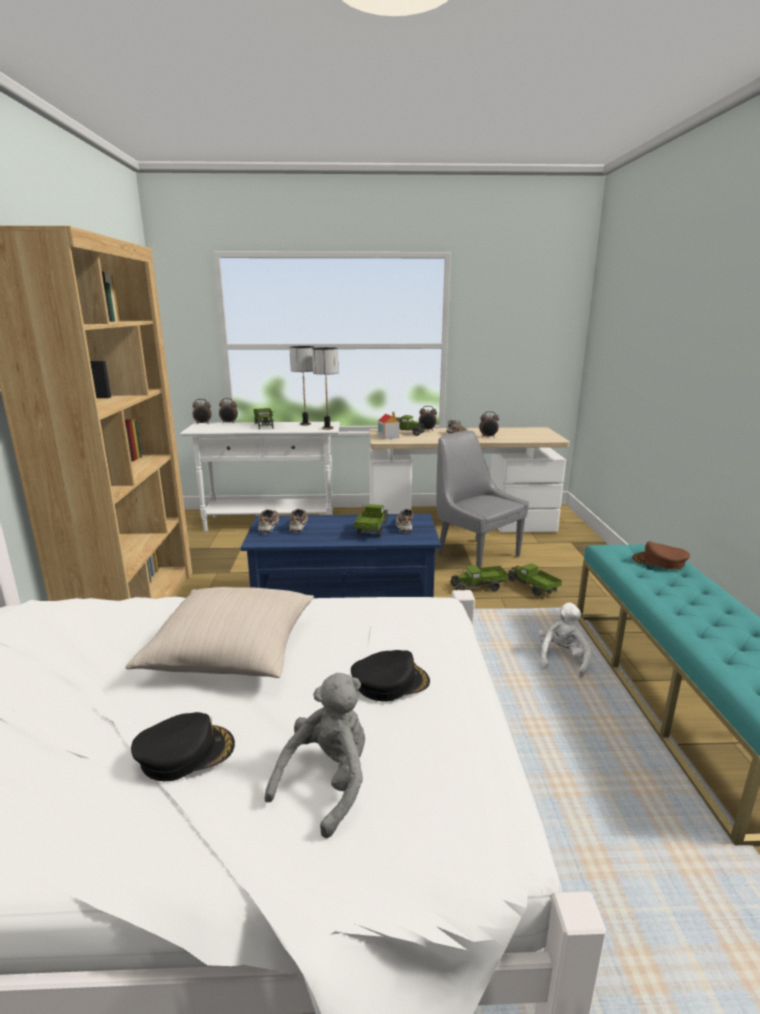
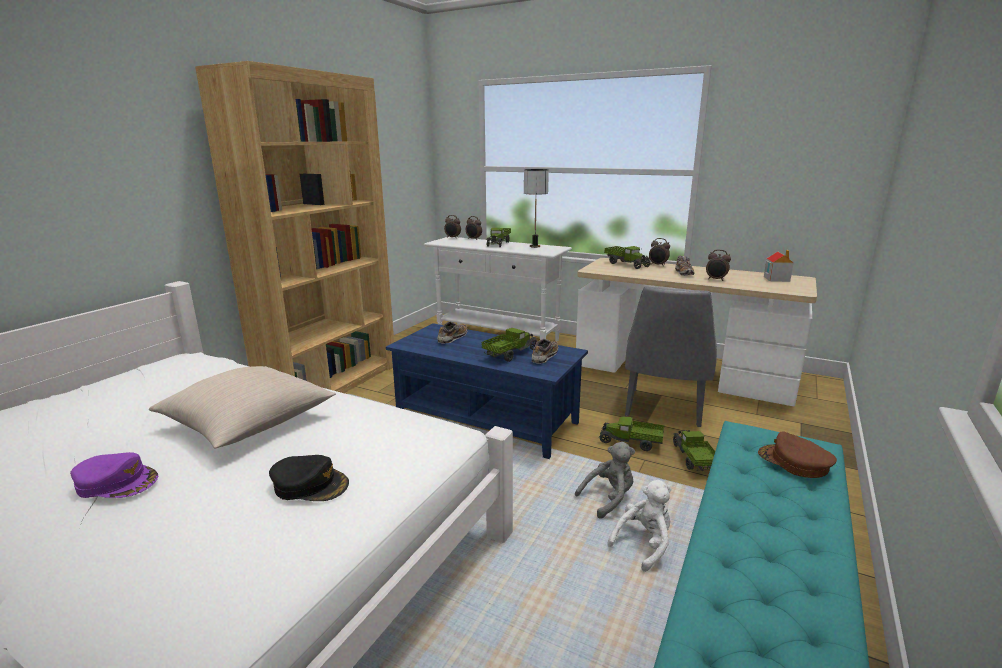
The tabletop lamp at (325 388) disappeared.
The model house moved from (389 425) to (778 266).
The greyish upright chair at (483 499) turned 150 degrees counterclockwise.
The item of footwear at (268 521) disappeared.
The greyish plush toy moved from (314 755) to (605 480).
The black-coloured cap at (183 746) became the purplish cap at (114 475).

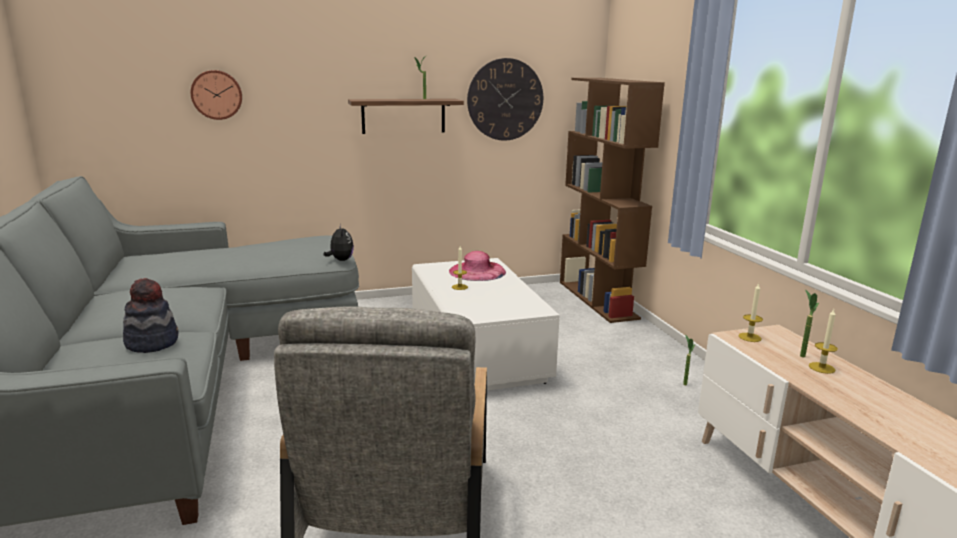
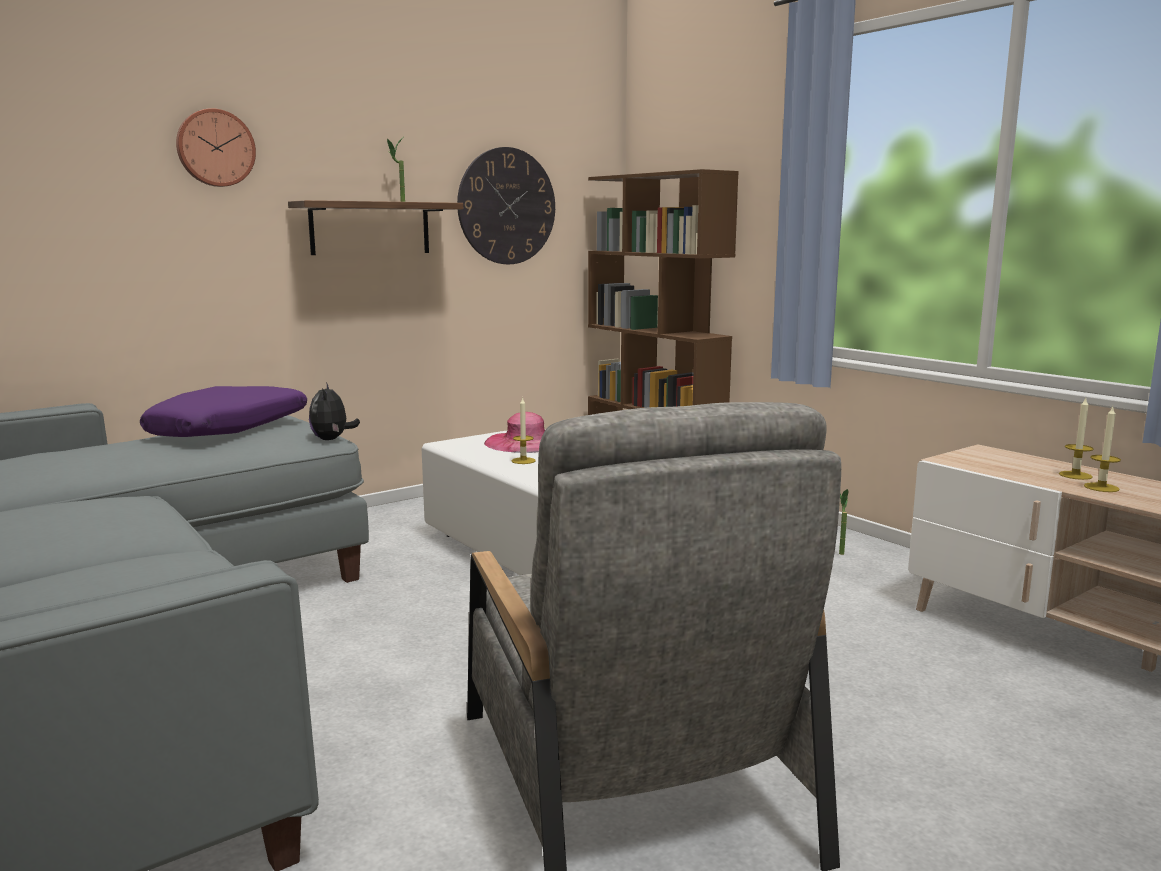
The wall clock moved from (216 95) to (216 147).
The plush toy at (339 242) turned 150 degrees counterclockwise.
The hat at (150 315) disappeared.
The candle moved from (750 312) to (1102 449).
The potted plant at (809 323) disappeared.
The purplish cushion at (223 411) appeared.

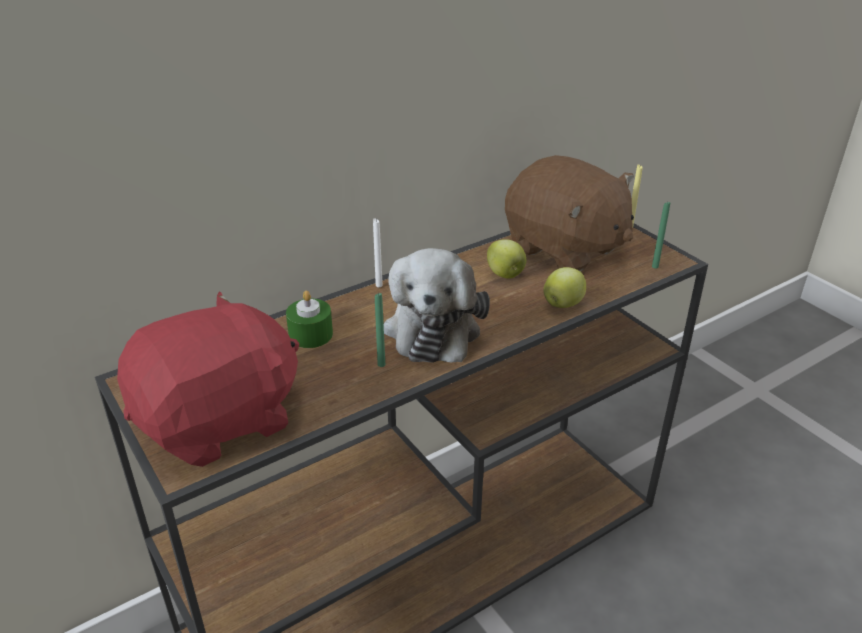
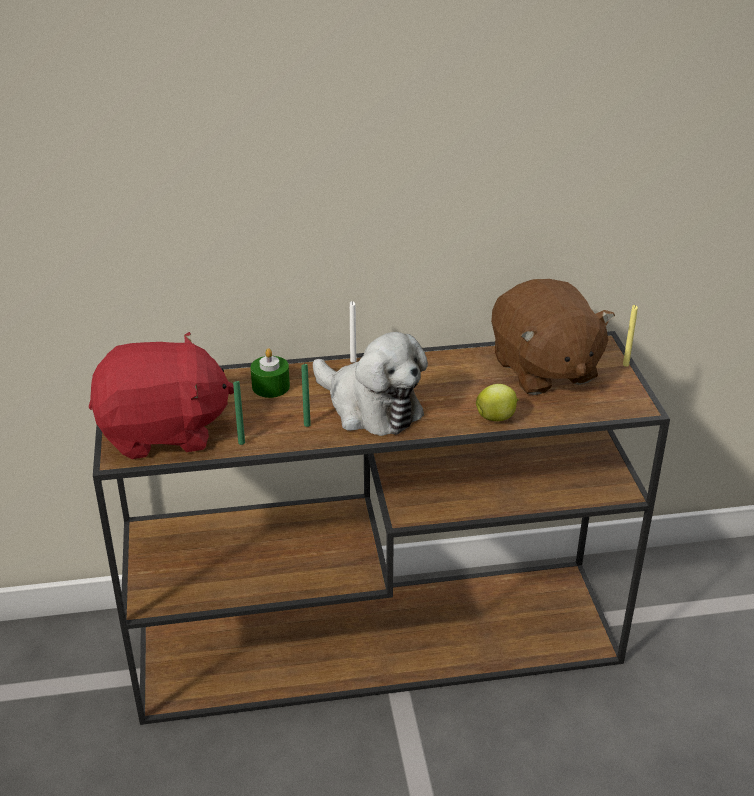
The greenish candle moved from (661 235) to (239 413).
The apple fruit at (506 259) disappeared.
The plush toy at (437 305) turned 75 degrees counterclockwise.

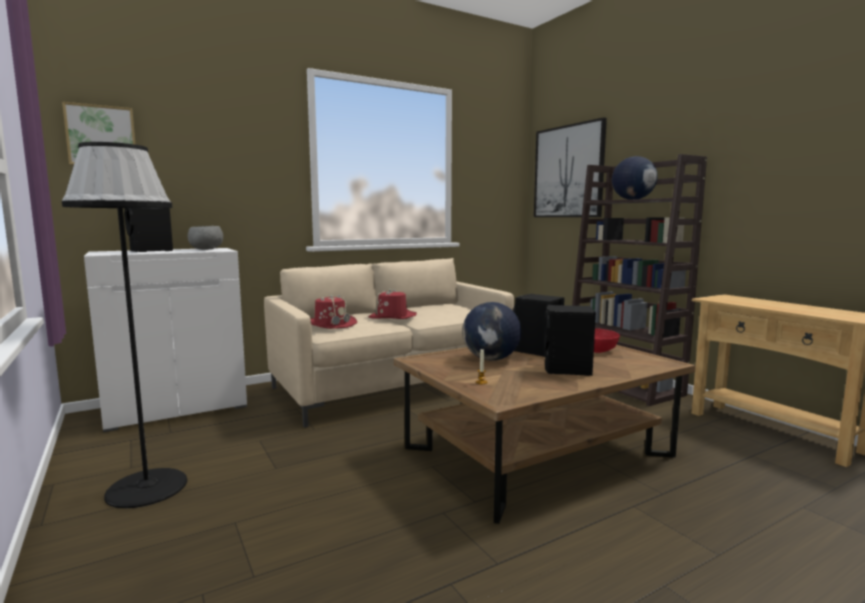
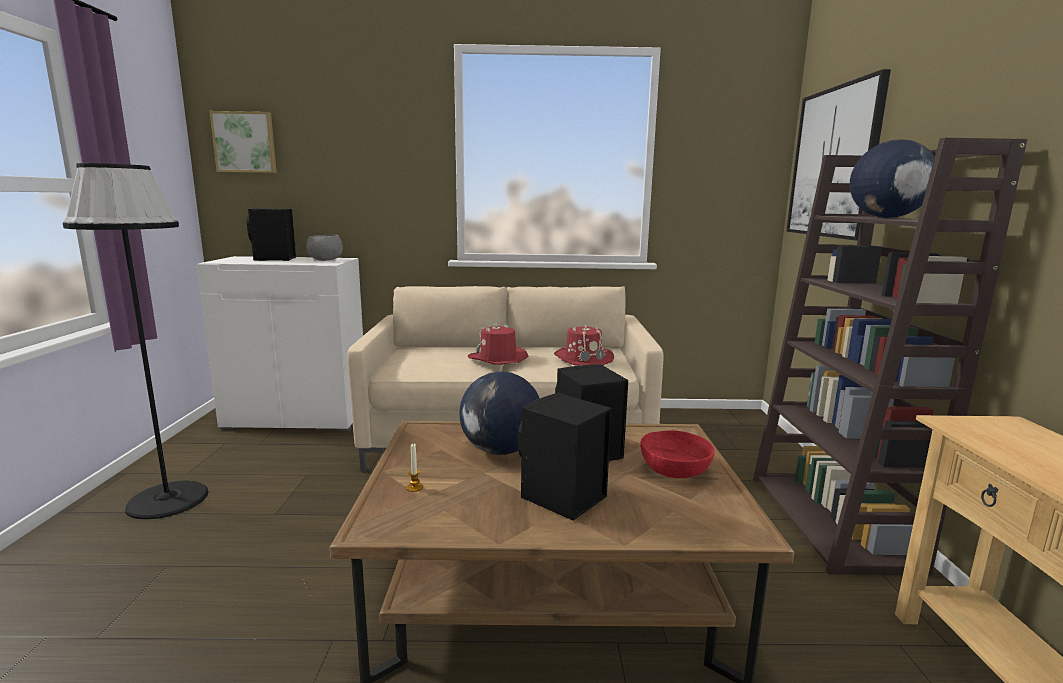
The reddish hat moved from (333 311) to (584 345).

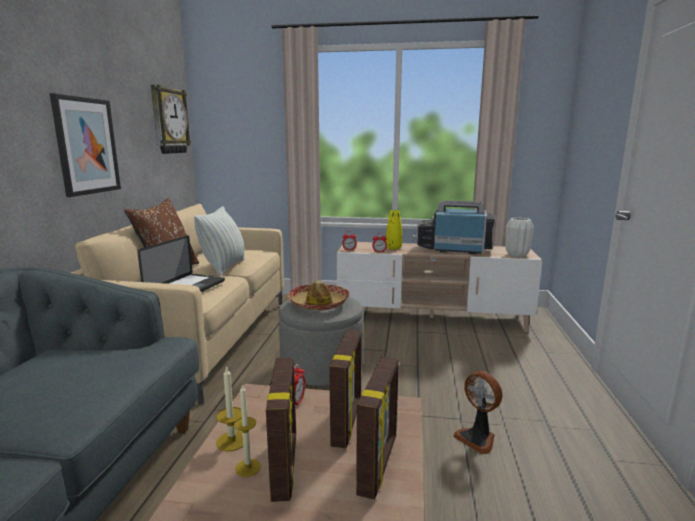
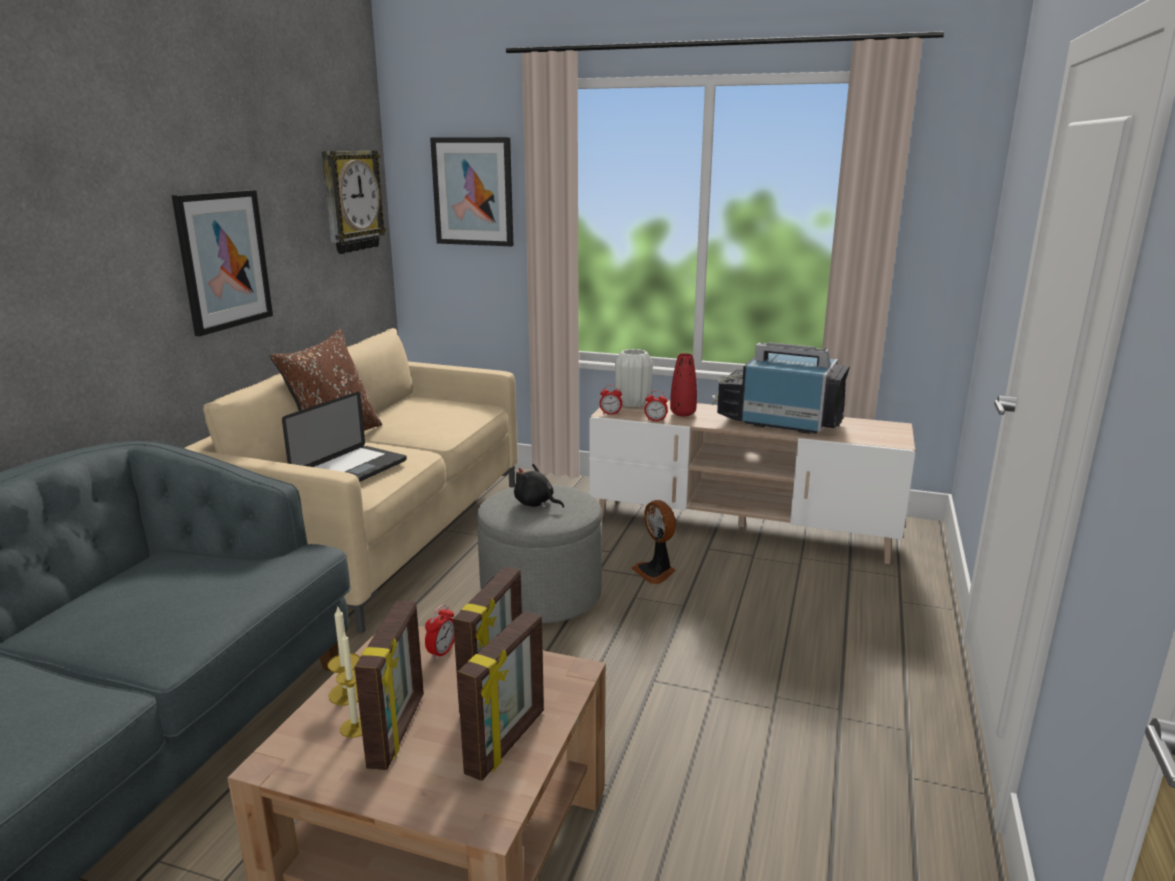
The cushion at (219 241) disappeared.
The yellow flower vase at (394 230) became the reddish flower vase at (683 384).
The white flower vase moved from (519 237) to (634 378).
The hat at (318 296) was replaced by the black-coloured plush toy at (539 486).
The cooling fan moved from (477 412) to (654 542).
The wall art at (471 191) appeared.

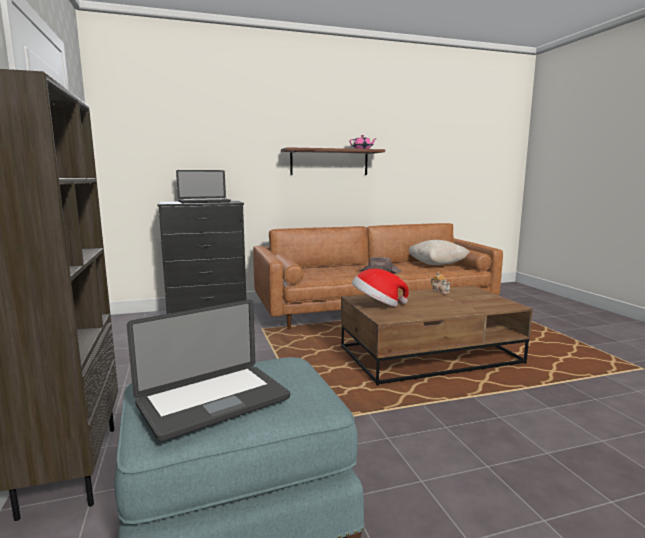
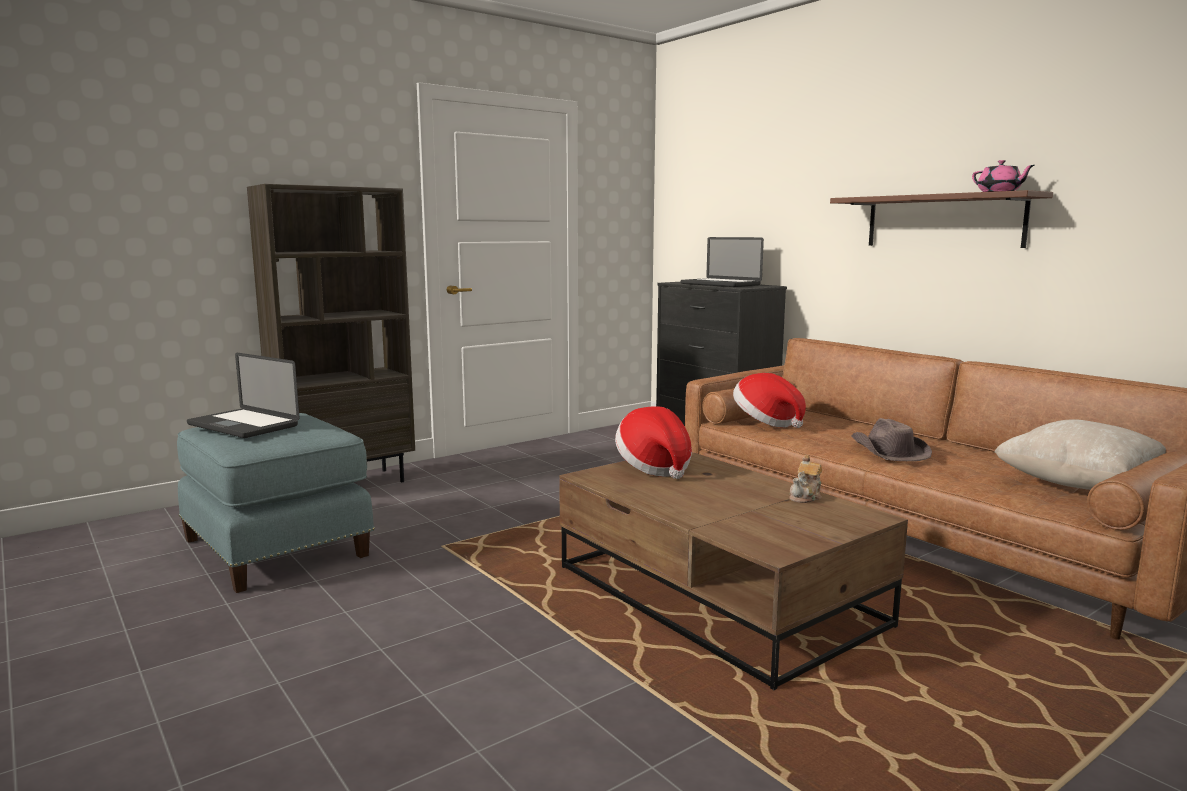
The hat at (769 400) appeared.

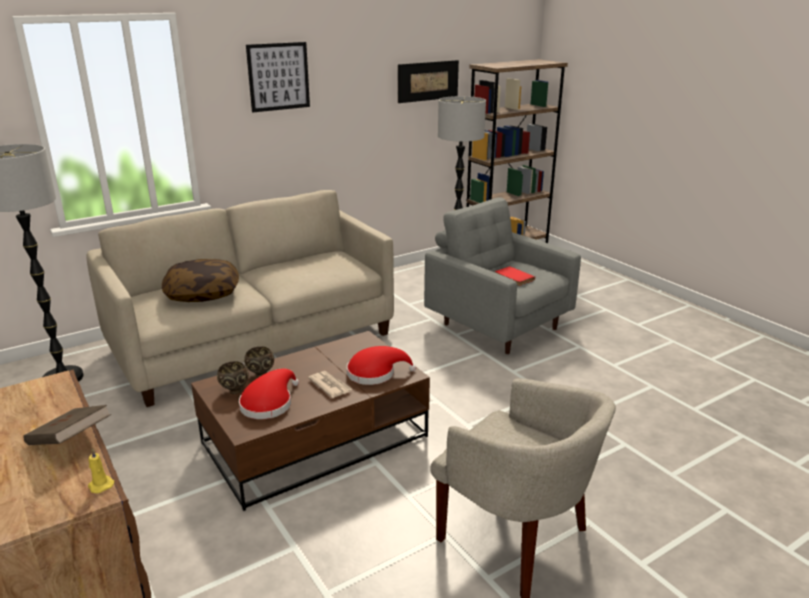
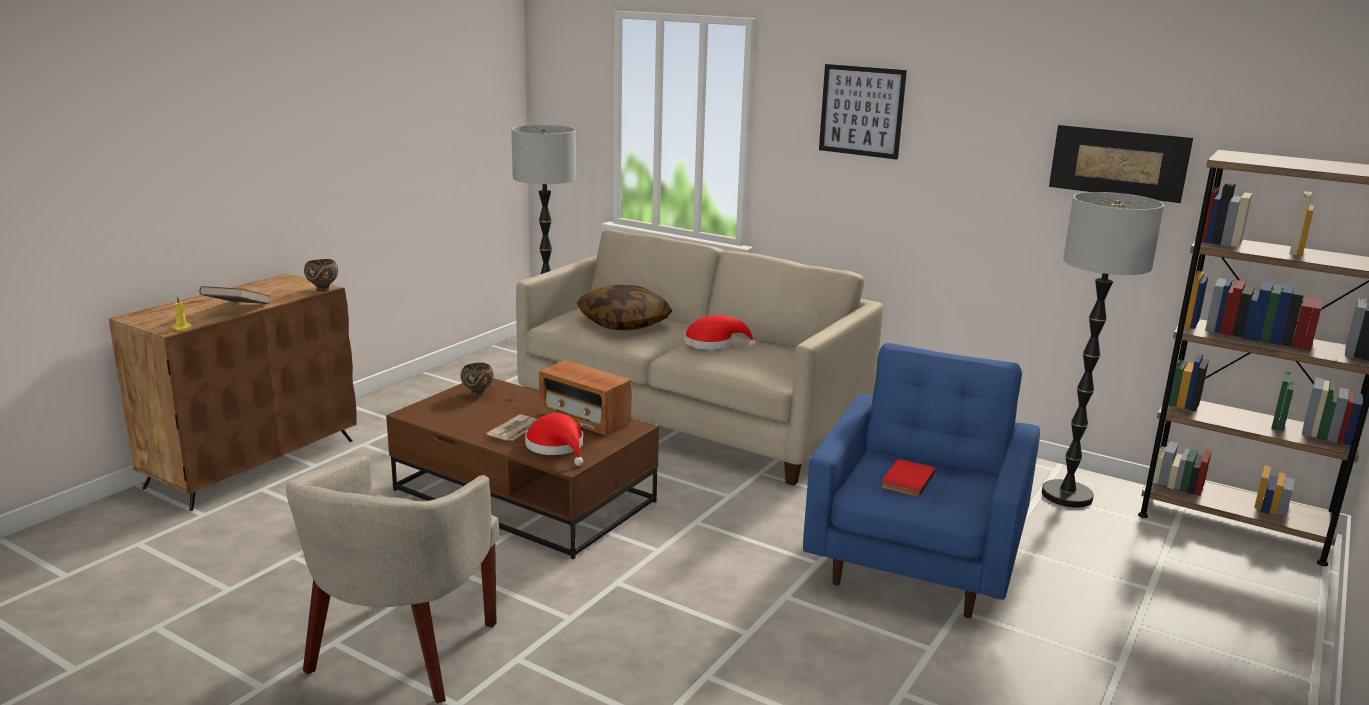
The greyish armchair at (502 275) became the blue armchair at (921 480).
The brown bowl moved from (259 362) to (321 275).
The reddish hat moved from (269 394) to (720 332).
The radio set at (585 398) appeared.

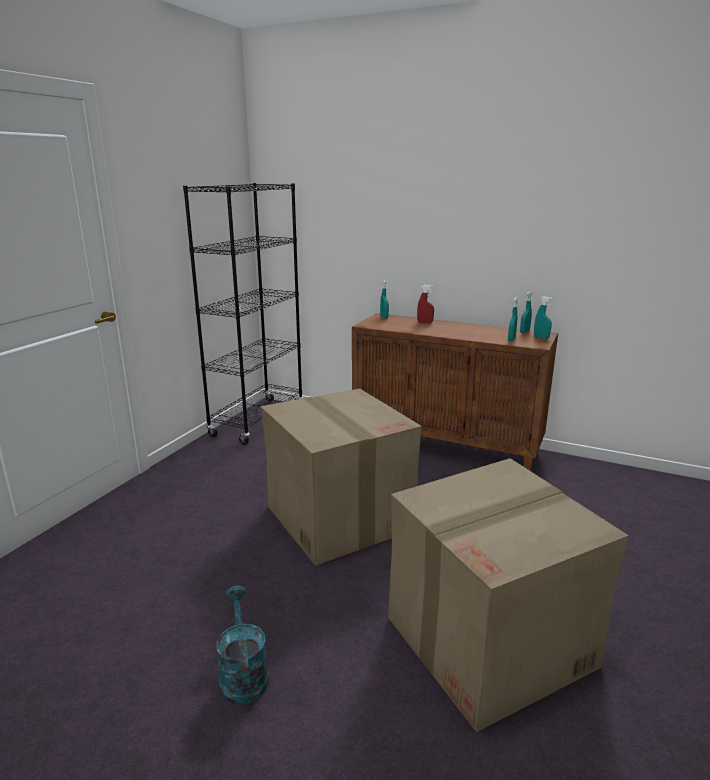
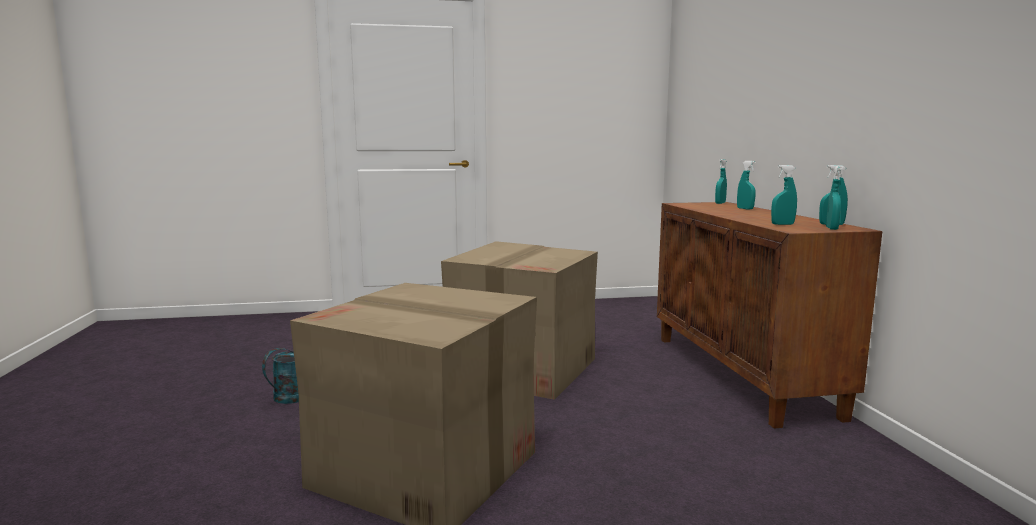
The black-coloured bookcase at (243 313) disappeared.
The reddish sprayer at (425 304) became the blue-green sprayer at (746 185).

